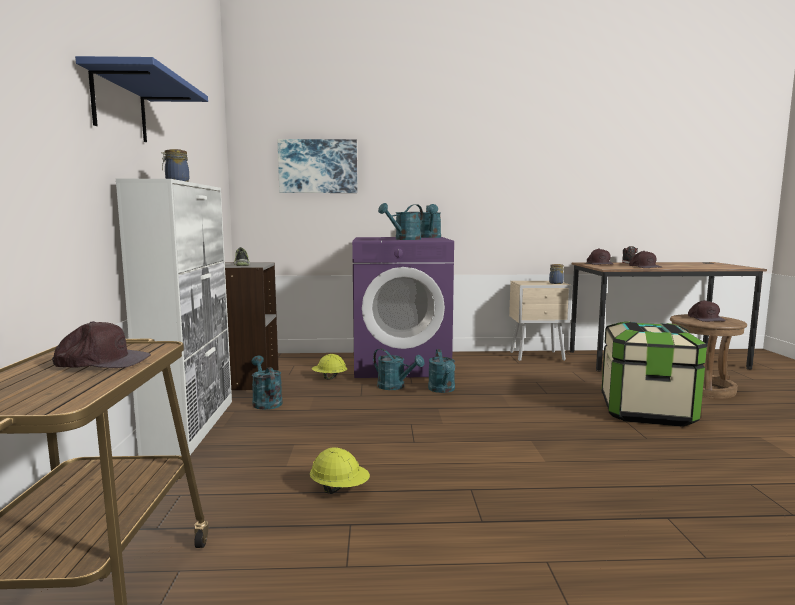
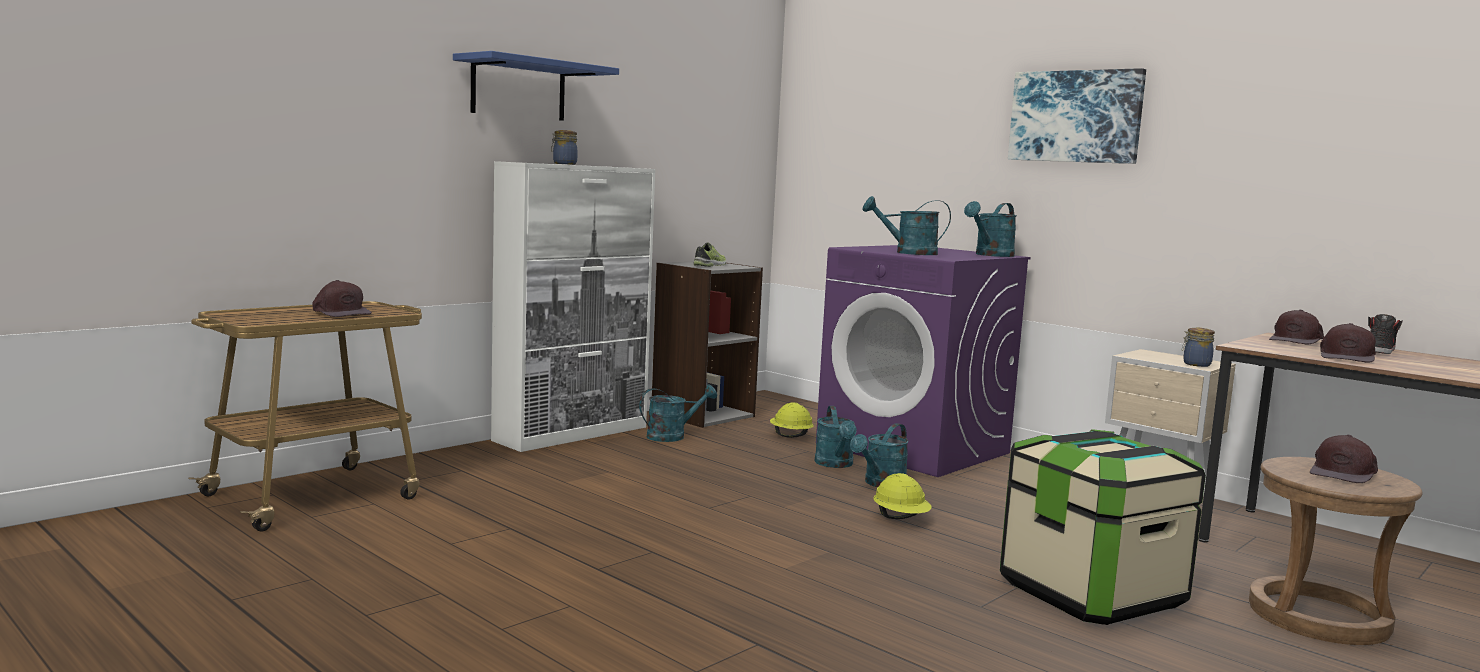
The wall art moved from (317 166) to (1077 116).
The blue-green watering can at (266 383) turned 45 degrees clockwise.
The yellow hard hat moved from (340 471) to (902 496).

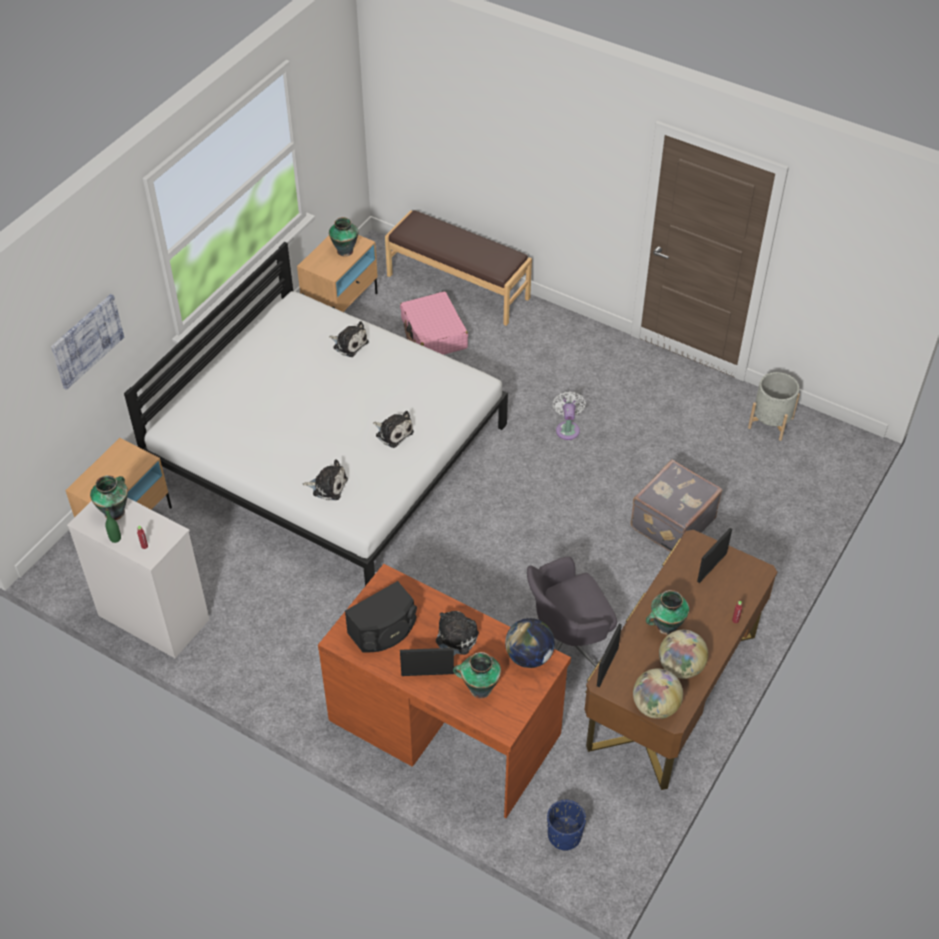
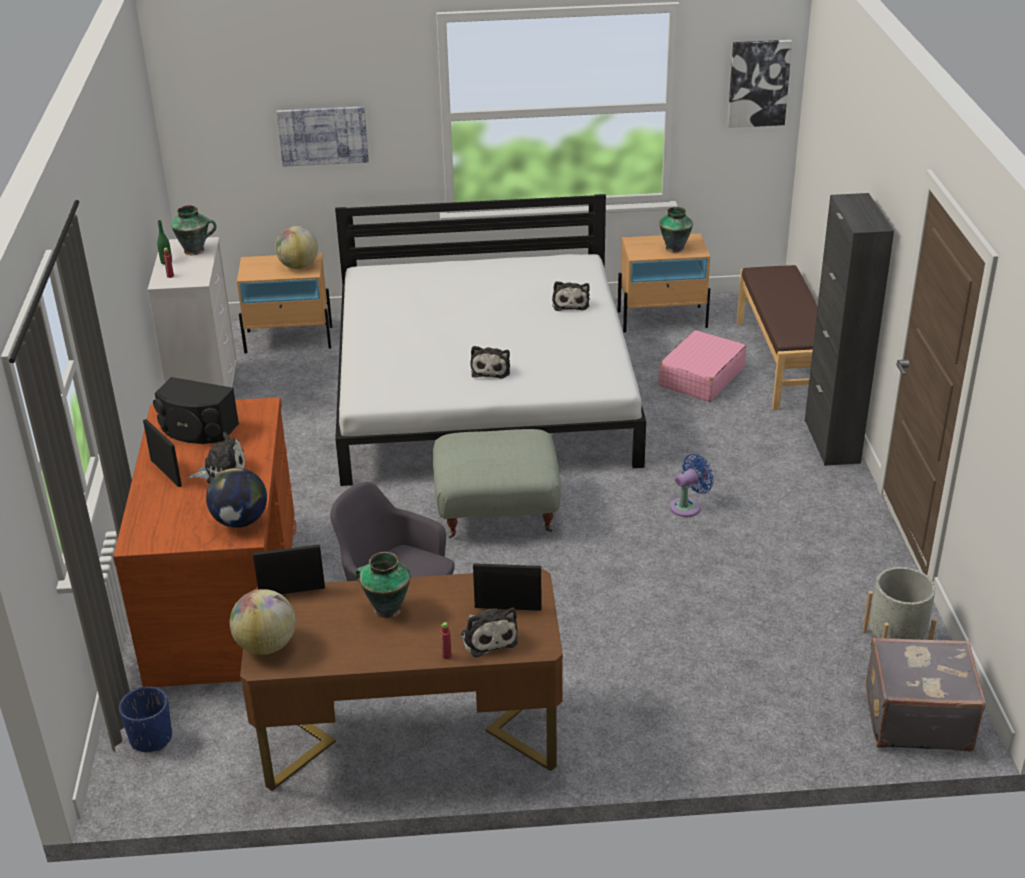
The white cooling fan at (569 415) became the blue cooling fan at (692 485).
The plush toy moved from (325 479) to (489 632).
The greyish suitcase moved from (677 505) to (926 694).
The desk globe moved from (683 654) to (296 247).
The flower vase at (477 675) disappeared.
The wall art at (759 84) appeared.
The black-coloured cabinet at (849 329) appeared.
The greyish ottoman at (497 483) appeared.

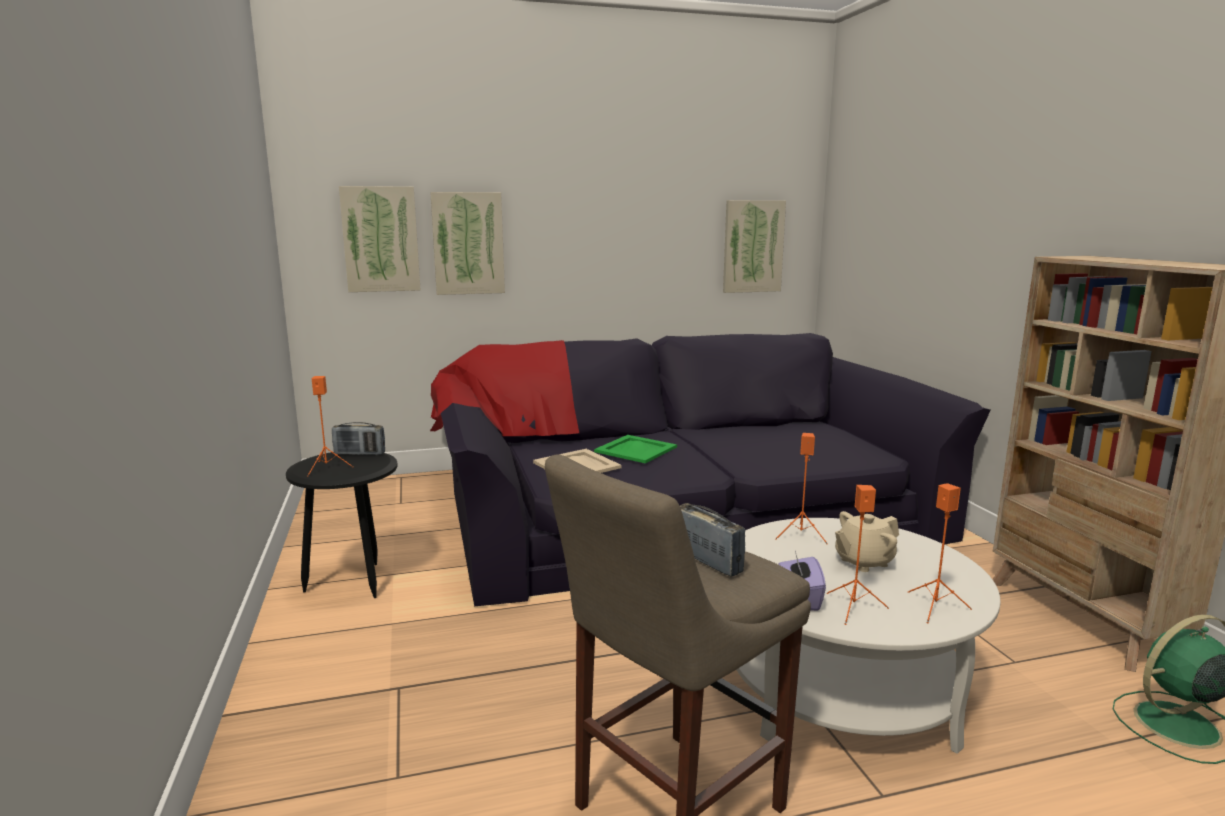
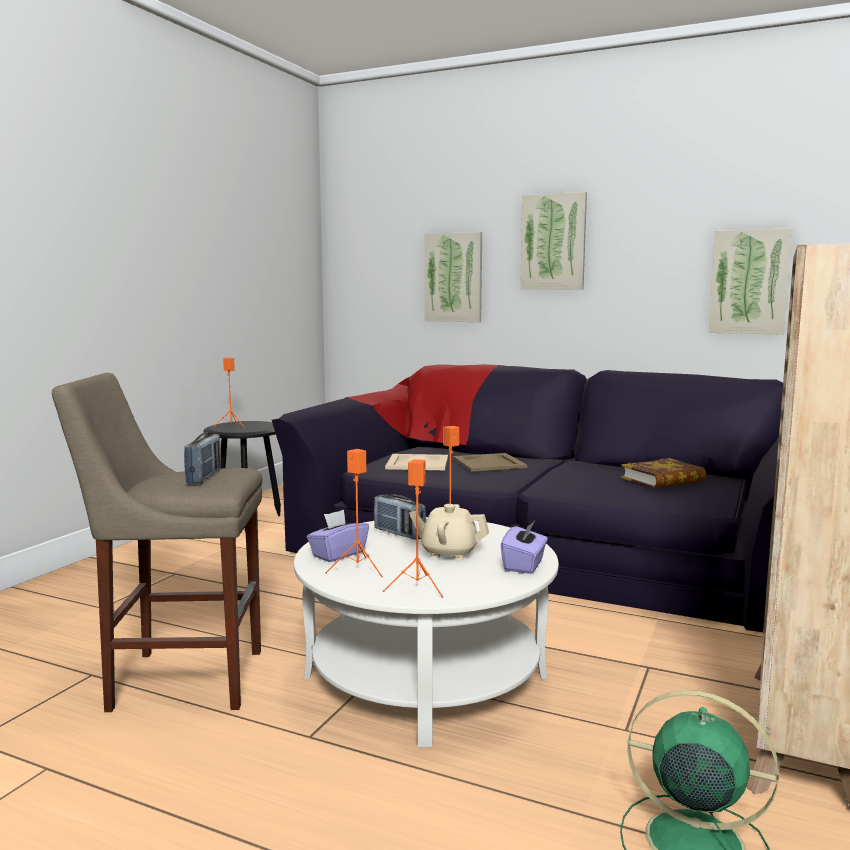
The wall art moved from (380 239) to (553 240).
The radio set moved from (358 438) to (400 517).
The greenish carrying tray at (635 449) became the beige-coloured carrying tray at (490 462).
The book at (664 473) appeared.
The purplish tissue box at (524 547) appeared.

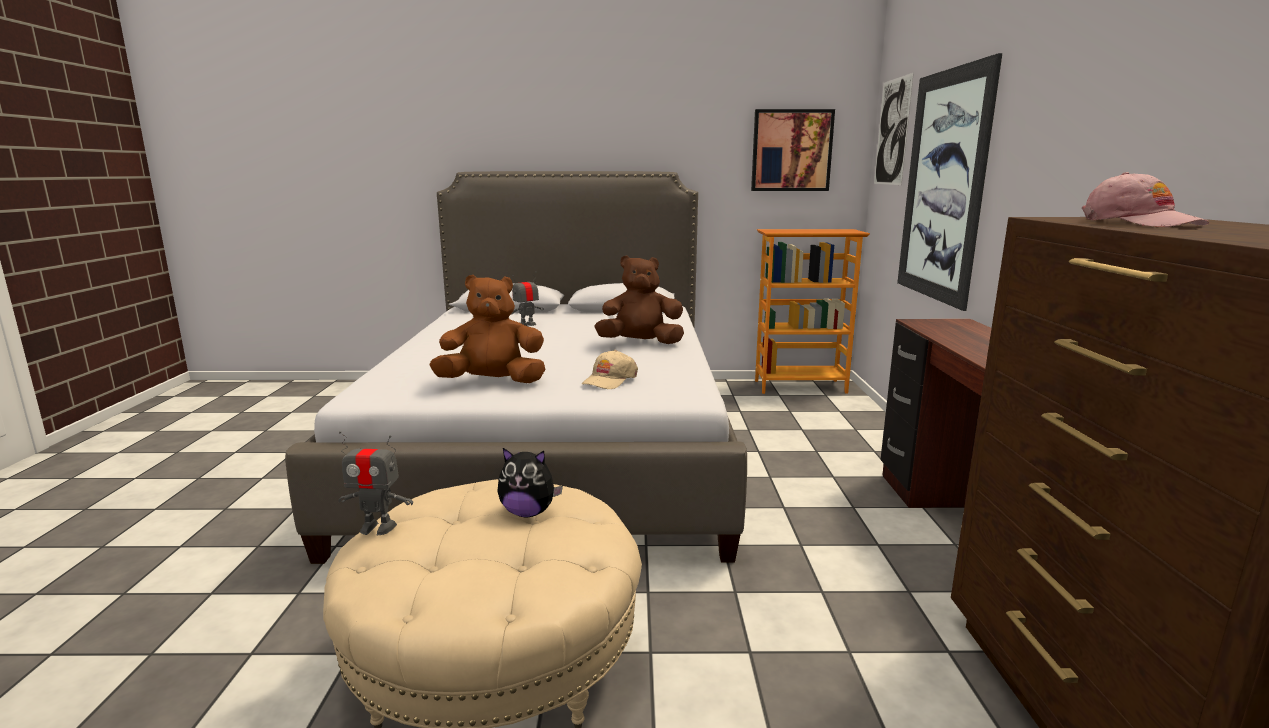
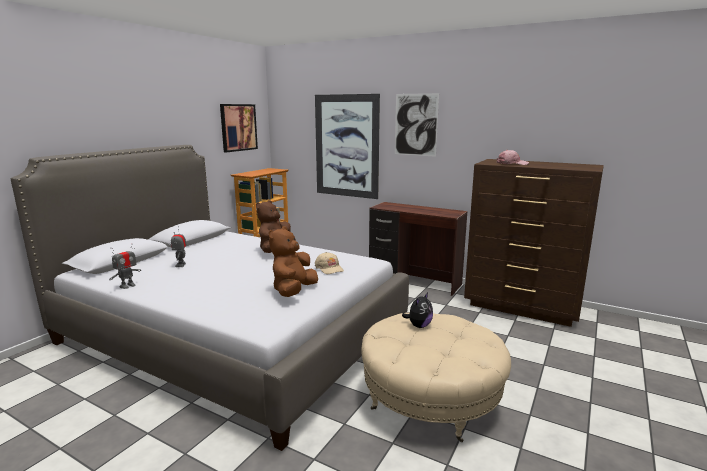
The wall art moved from (894 128) to (417 125).
The toy robot moved from (375 483) to (125 267).

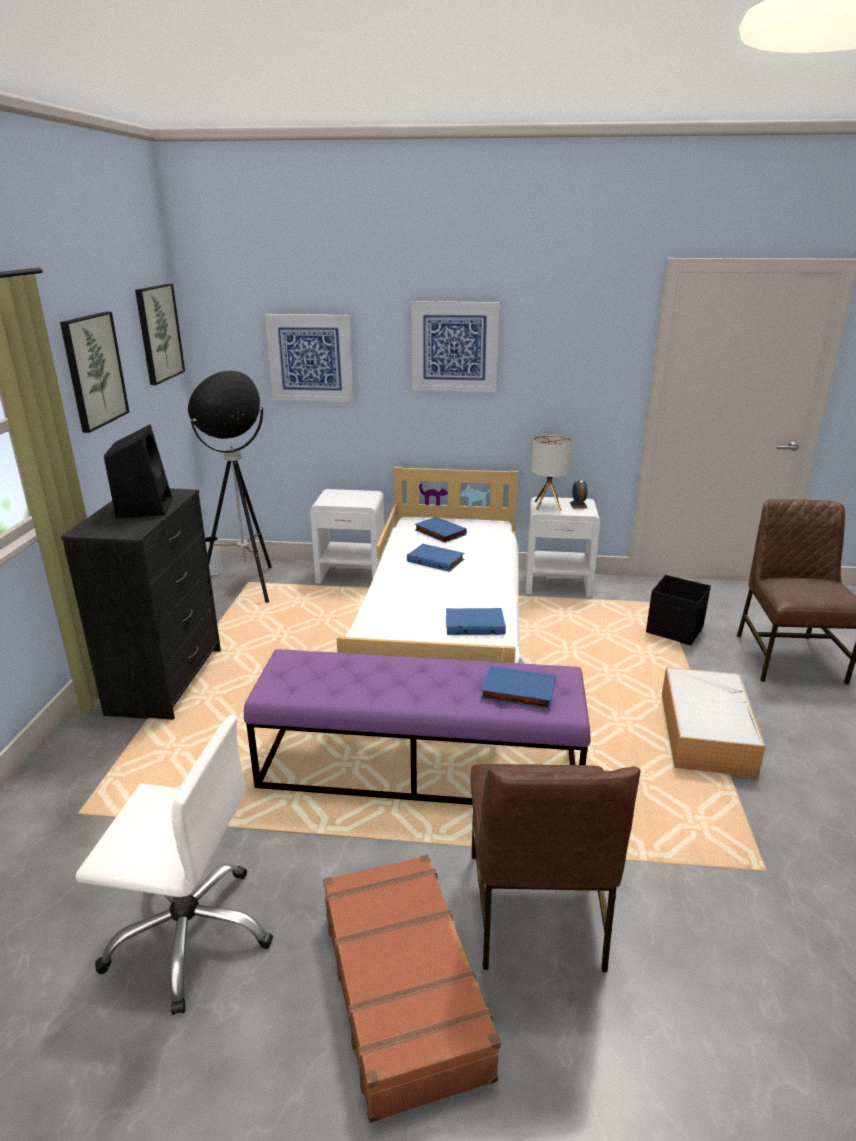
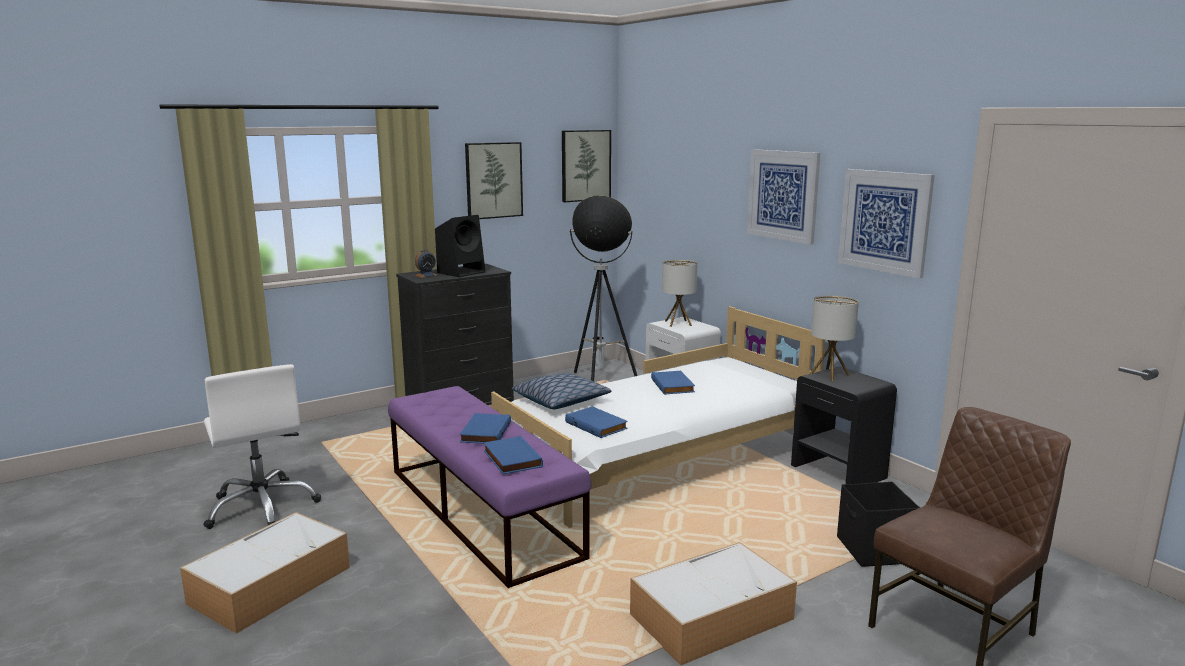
The wall art moved from (309 358) to (886 223).
The bedside clock moved from (578 494) to (426 264).
The white nightstand at (563 547) became the black-coloured nightstand at (844 425).
The blue book moved from (441 530) to (485 428).
The brown upright chair at (555 868) disappeared.
The brown suitcase at (412 988) was replaced by the storage bin at (265 573).
The tabletop lamp at (680 293) appeared.
The cushion at (561 391) appeared.

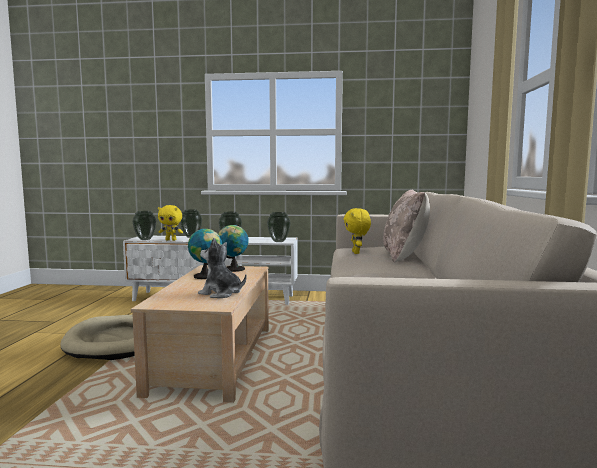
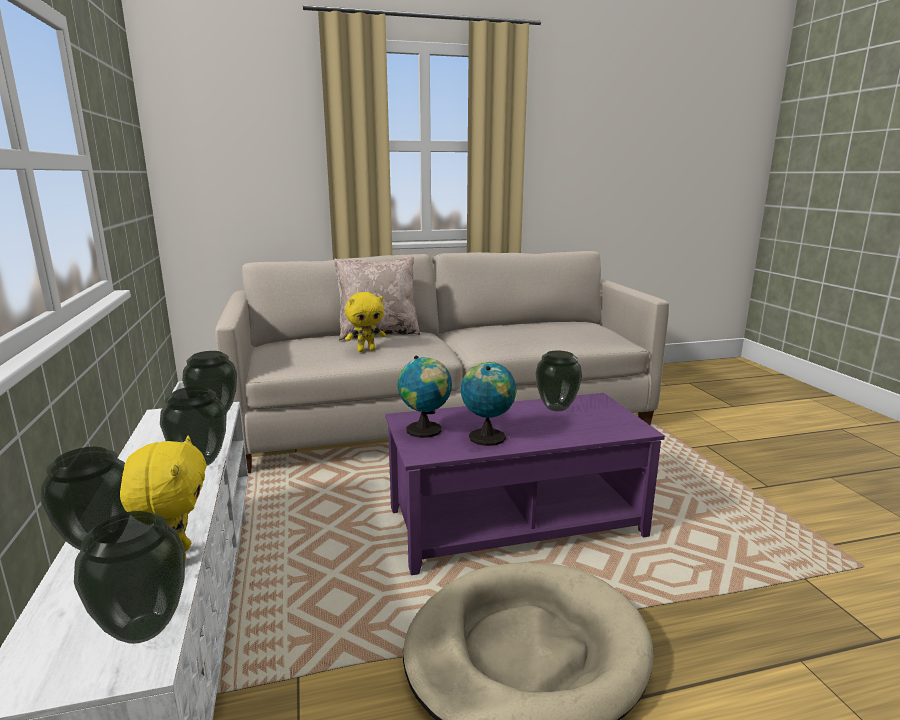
The plush toy at (222 268) was replaced by the flower vase at (558 381).
The beige-coloured low table at (200 334) became the purplish low table at (525 484).

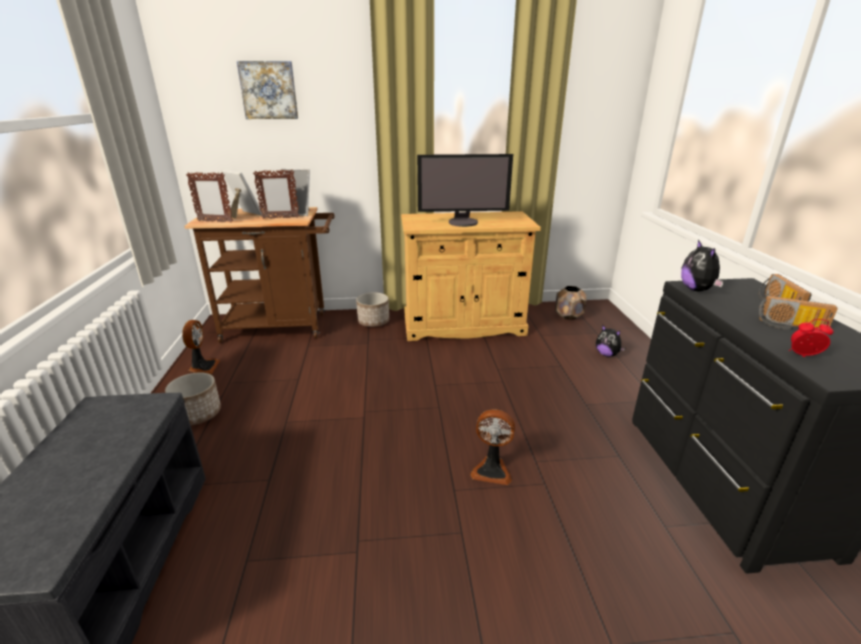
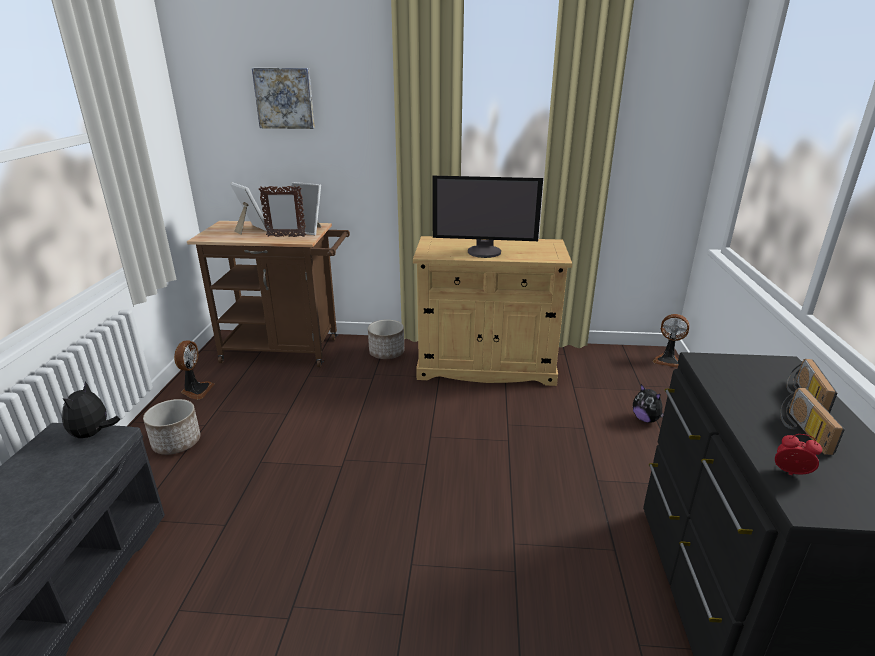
The standing frame at (209 197) disappeared.
The plush toy moved from (702 265) to (90 409).
The brown planter at (570 303) disappeared.
The radio set at (798 313) turned 60 degrees clockwise.
The cooling fan moved from (492 447) to (670 341).

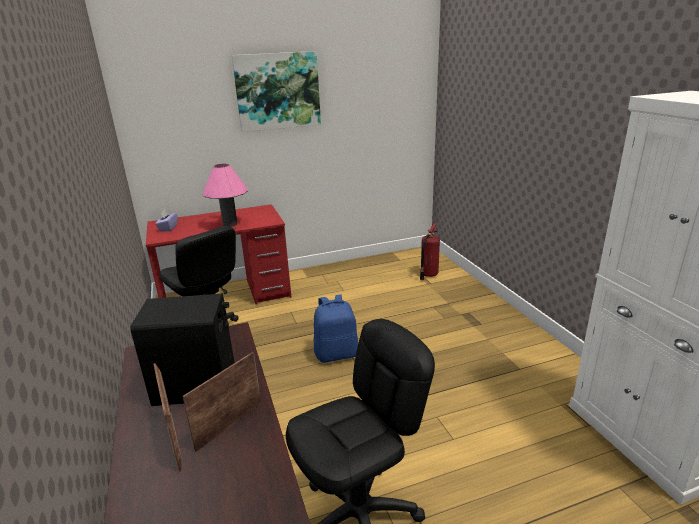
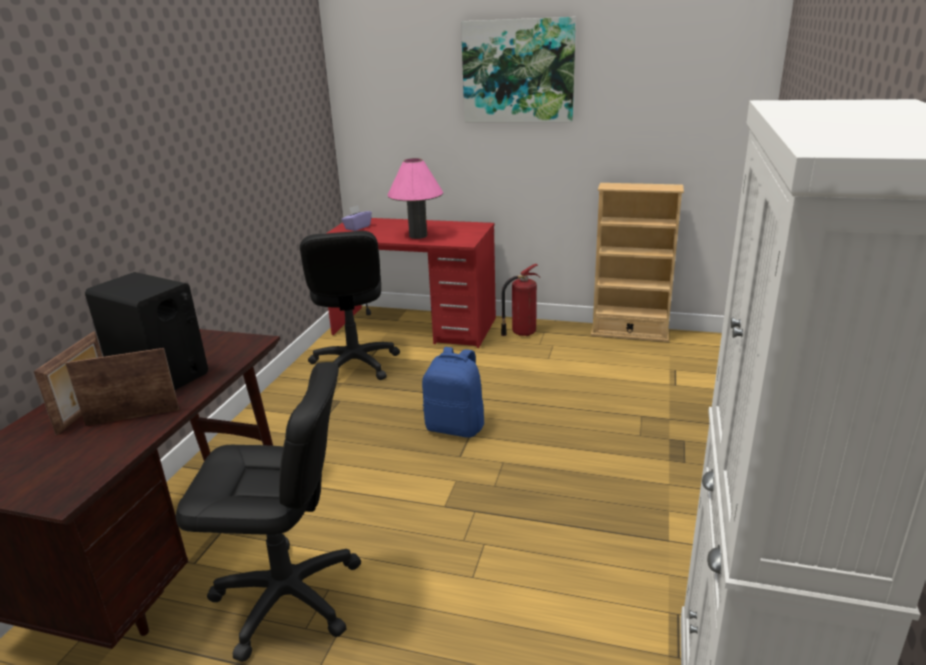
The extinguisher moved from (430 251) to (520 300).
The beige-coloured bookcase at (637 262) appeared.

